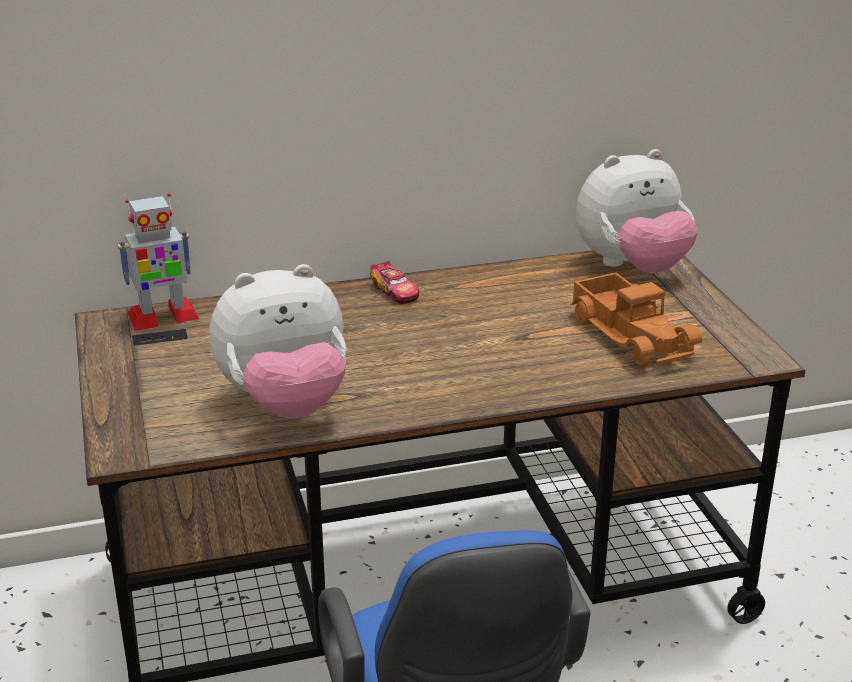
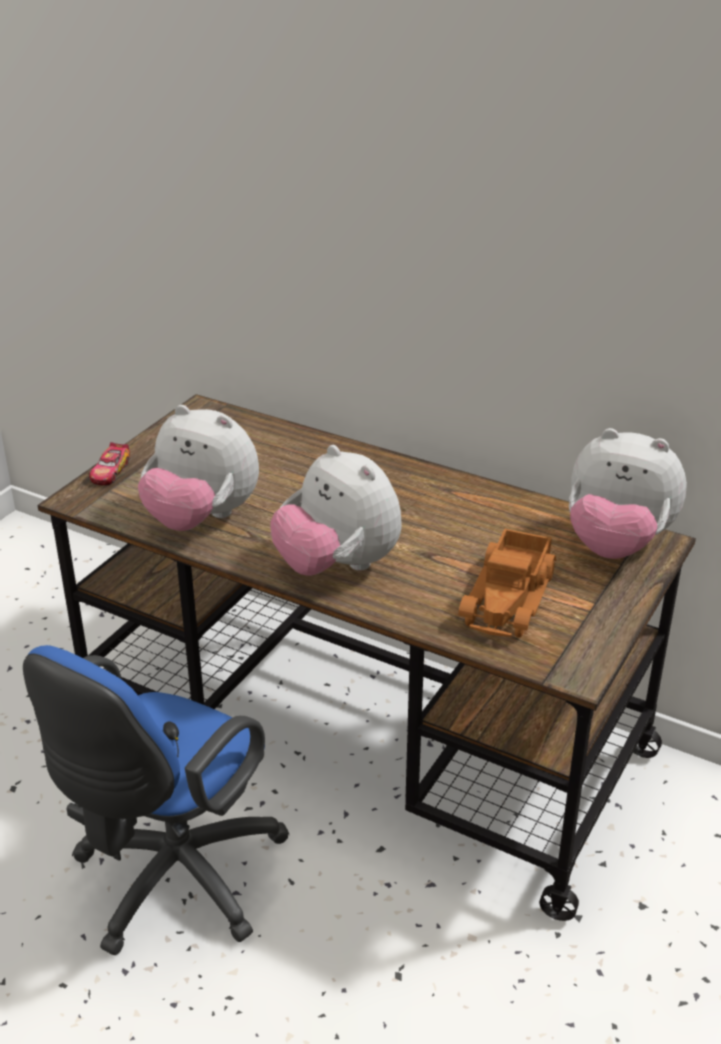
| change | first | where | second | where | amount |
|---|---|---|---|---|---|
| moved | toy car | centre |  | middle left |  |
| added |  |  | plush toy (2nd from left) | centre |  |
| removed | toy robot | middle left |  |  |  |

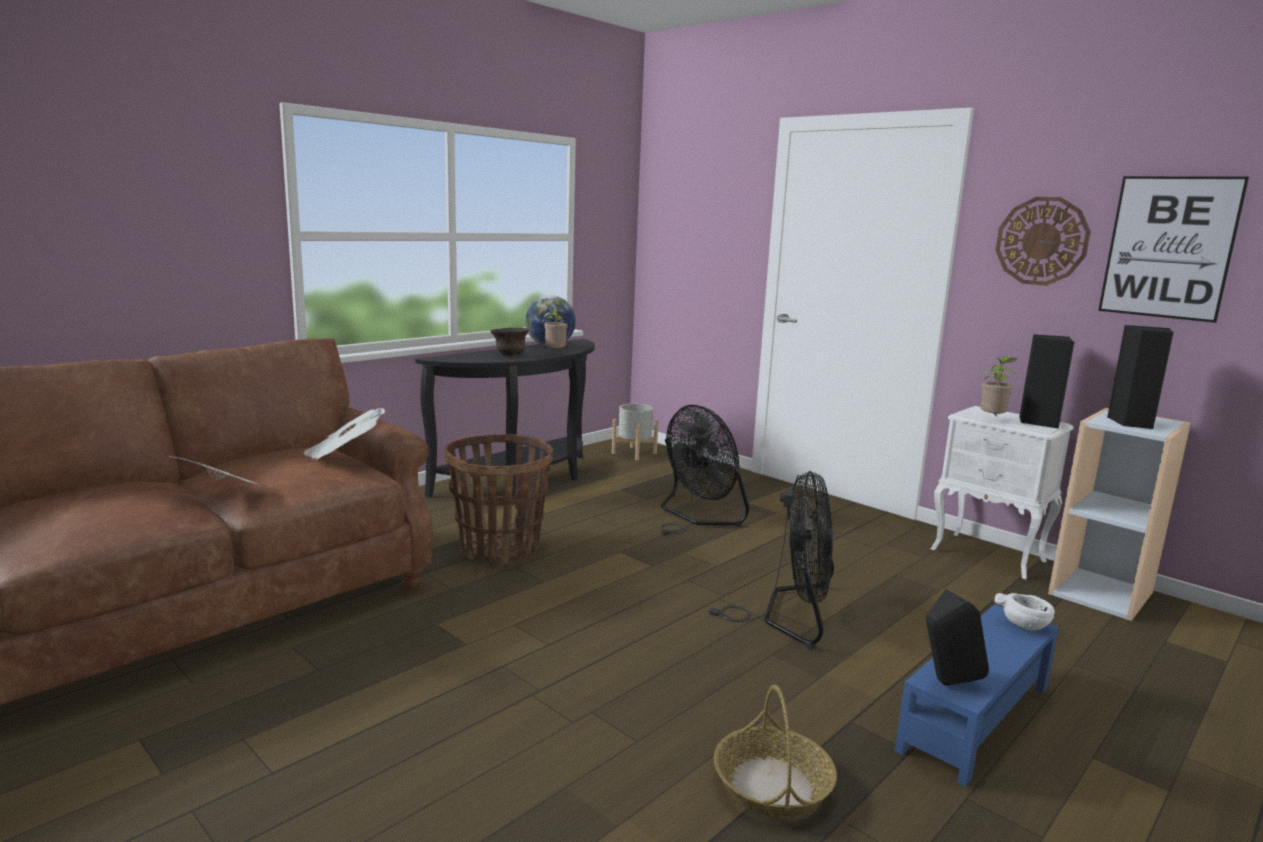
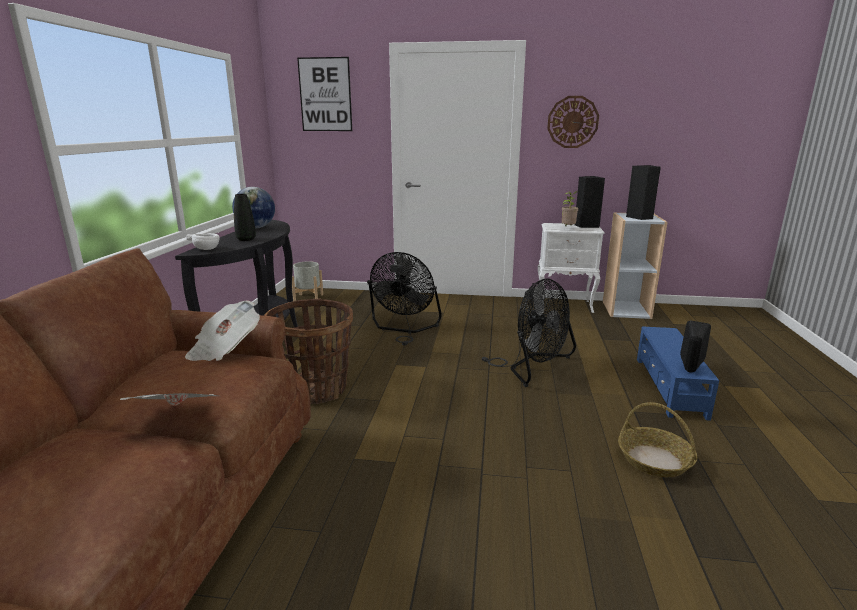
| change | first | where | second | where | amount |
|---|---|---|---|---|---|
| moved | white bowl | bottom right |  | middle left |  |
| replaced | brown bowl | centre | black vase | middle left |  |
| moved | picture | top right |  | top centre |  |
| turned | black fan (2nd from left) | centre |  | centre | 60 degrees clockwise |
| removed | potted plant (1st from left) | centre |  |  |  |

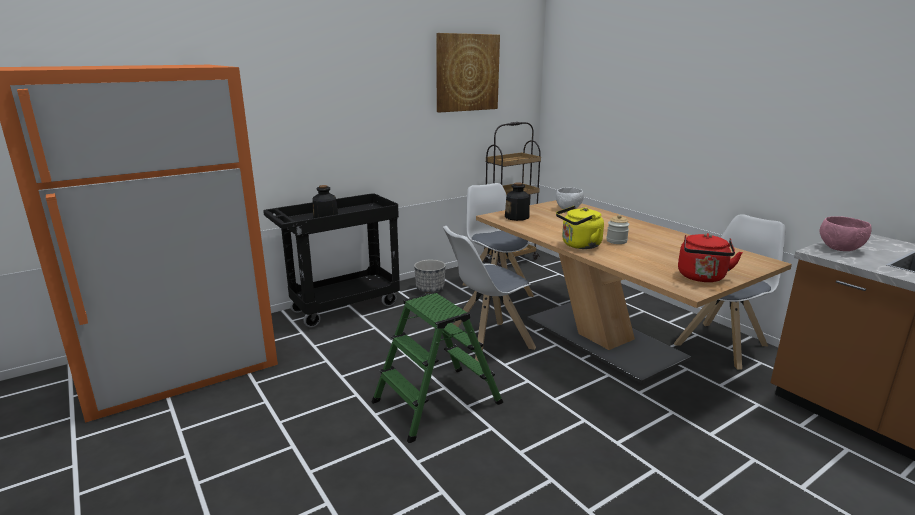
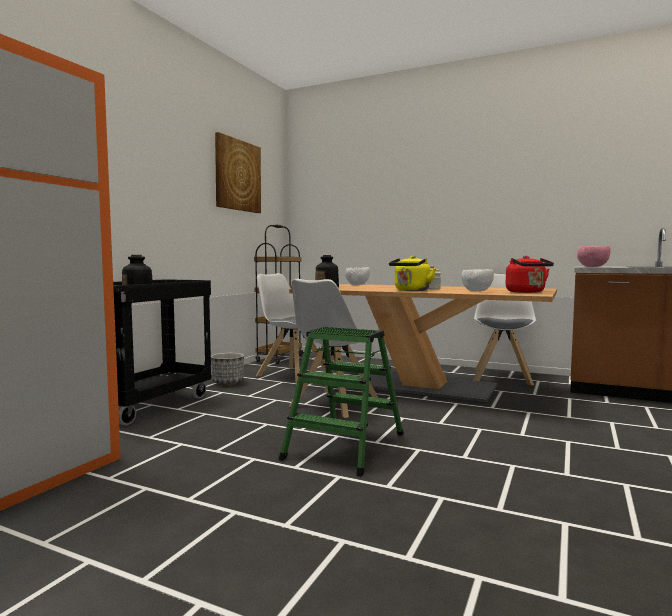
| change | first | where | second | where | amount |
|---|---|---|---|---|---|
| added |  |  | white bowl (2nd from left) | middle right |  |

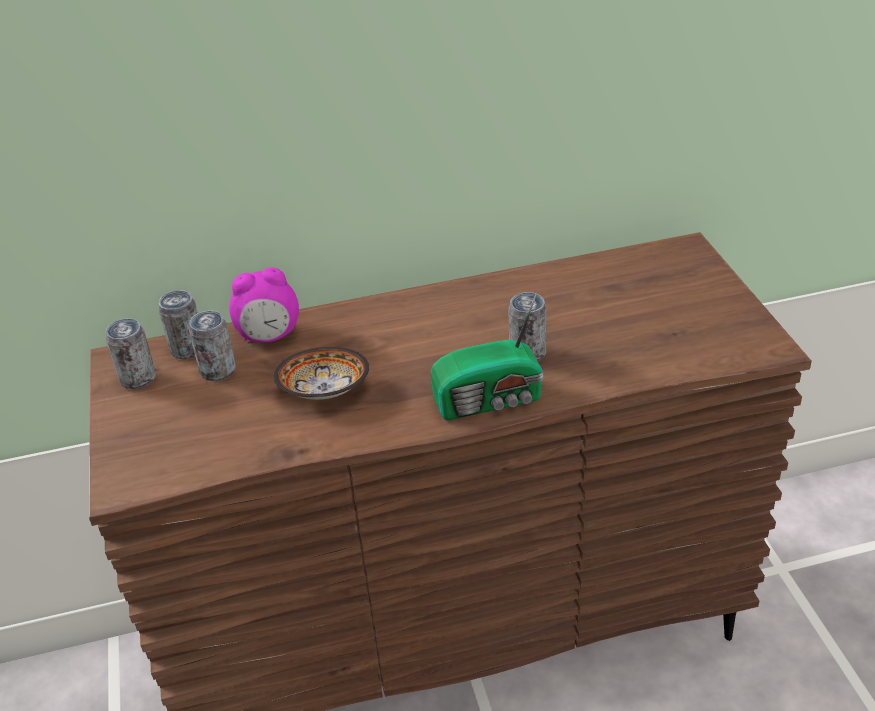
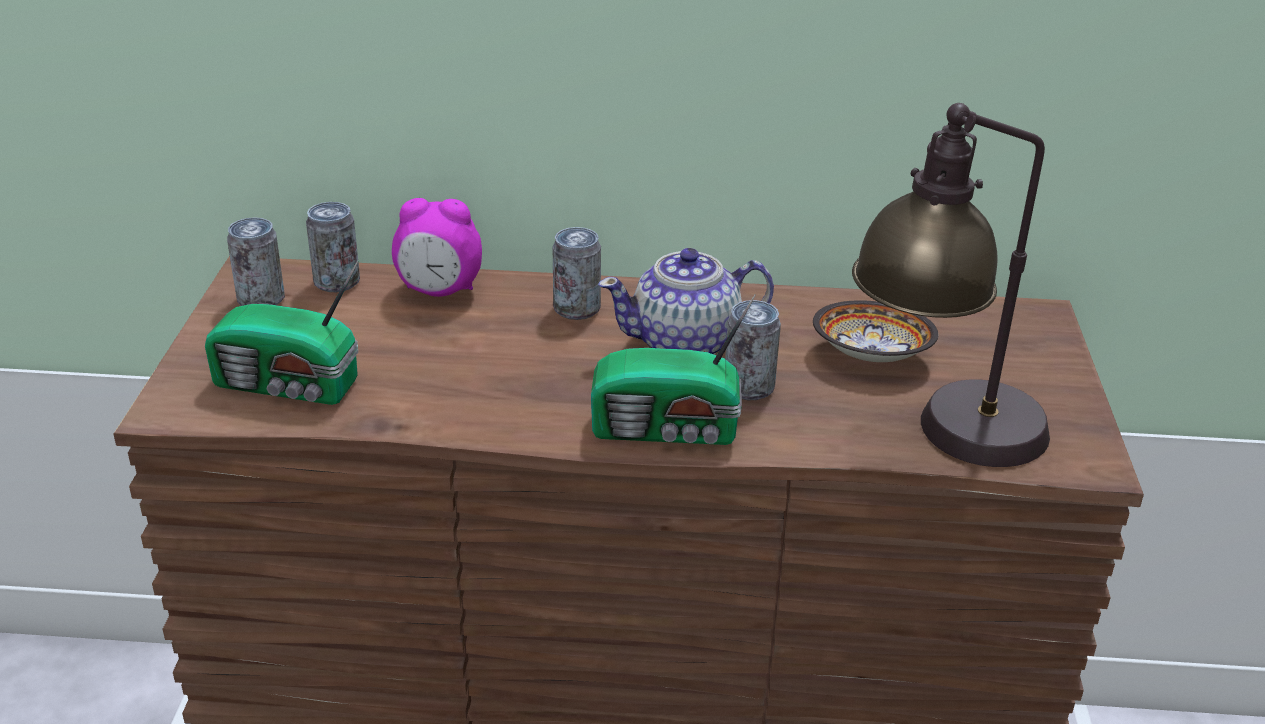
| change | first | where | second | where | amount |
|---|---|---|---|---|---|
| added |  |  | radio (1st from left) | middle left |  |
| moved | can (3rd from left) | middle left |  | centre |  |
| added |  |  | teapot | centre |  |
| moved | bowl | centre |  | middle right |  |
| added |  |  | table lamp | middle right |  |

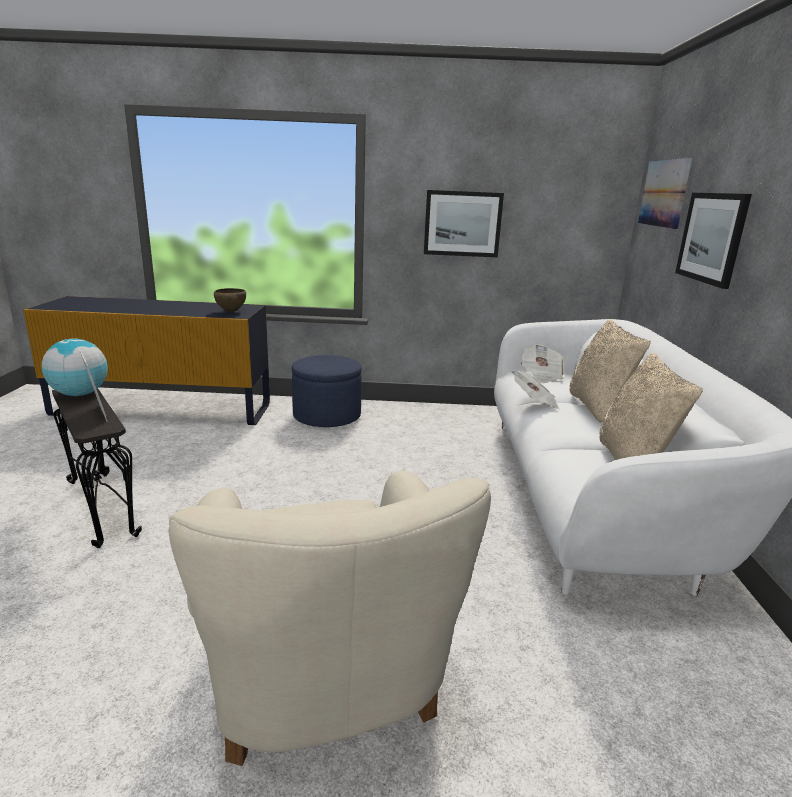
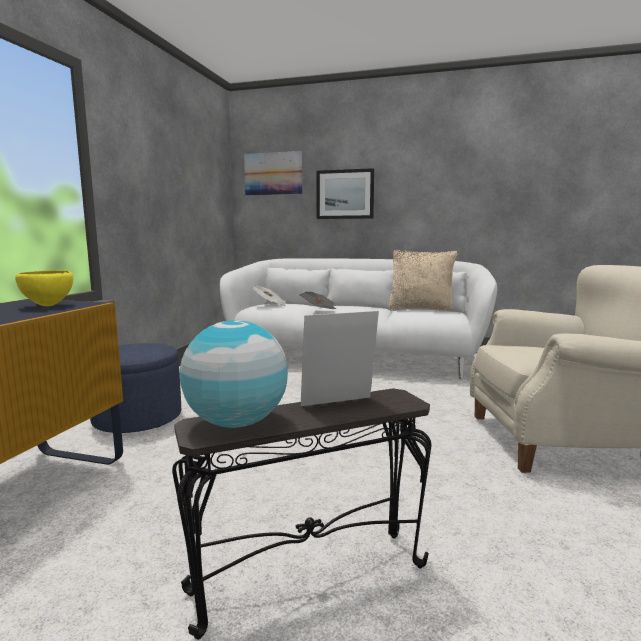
| change | first | where | second | where | amount |
|---|---|---|---|---|---|
| recoloured | brown bowl | middle left | yellow bowl | middle left |  |
| removed | picture (1st from left) | top centre |  |  |  |
| removed | beige pillow (1st from left) | middle right |  |  |  |

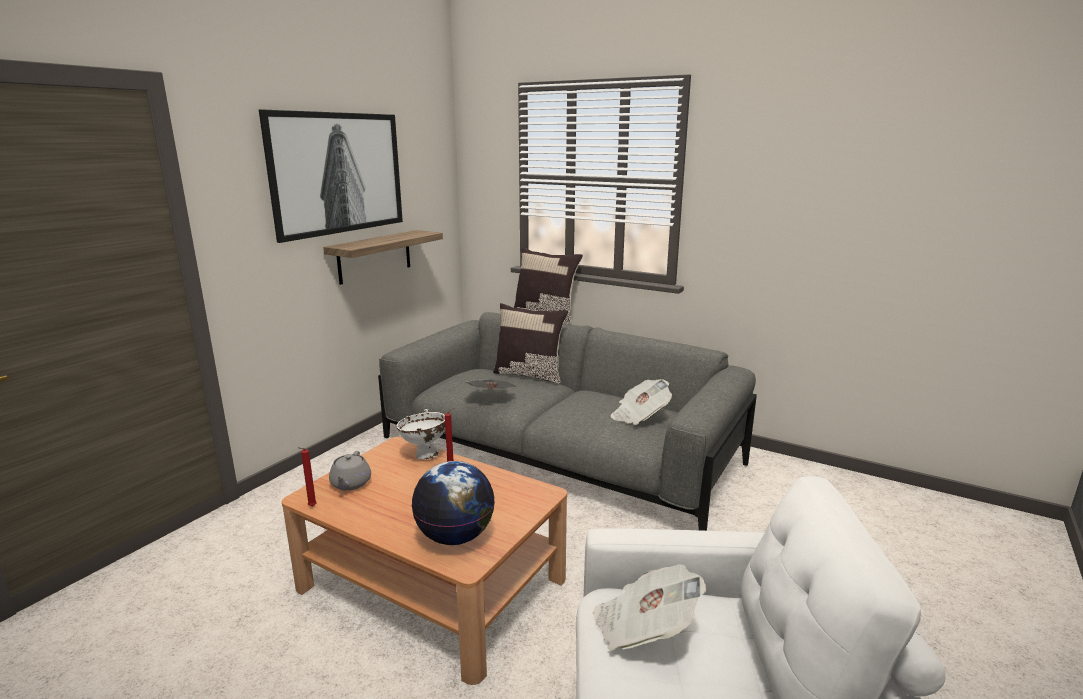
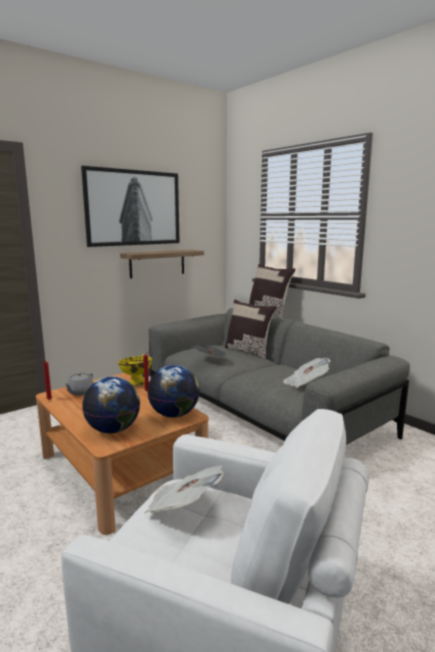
| change | first | where | second | where | amount |
|---|---|---|---|---|---|
| recoloured | white bowl | centre | yellow bowl | middle left |  |
| added |  |  | globe (2nd from left) | centre |  |

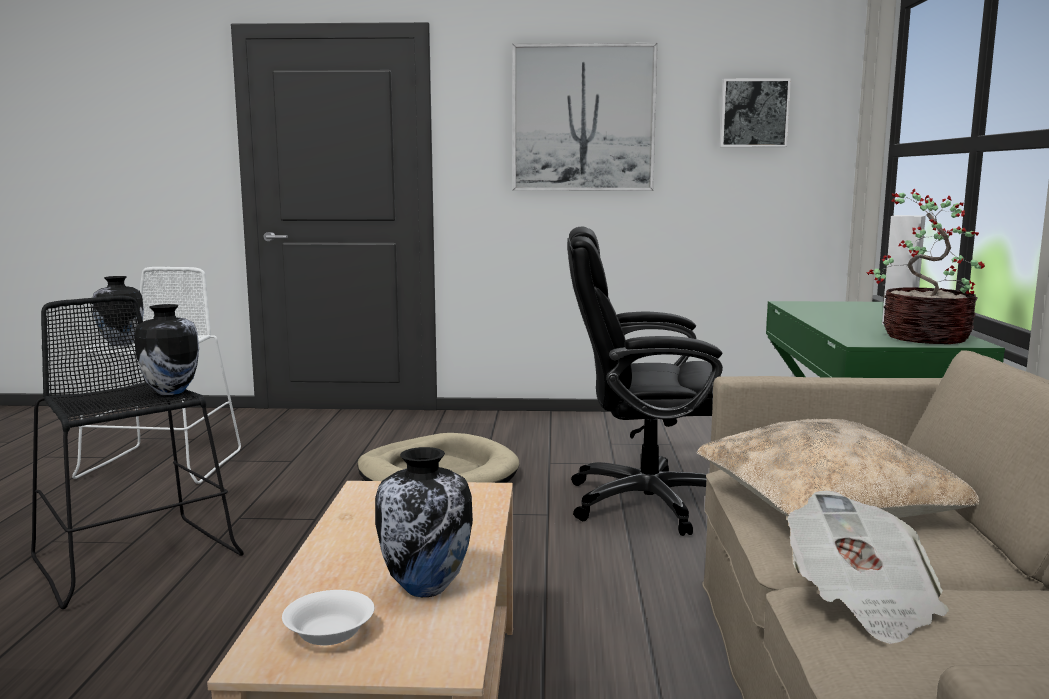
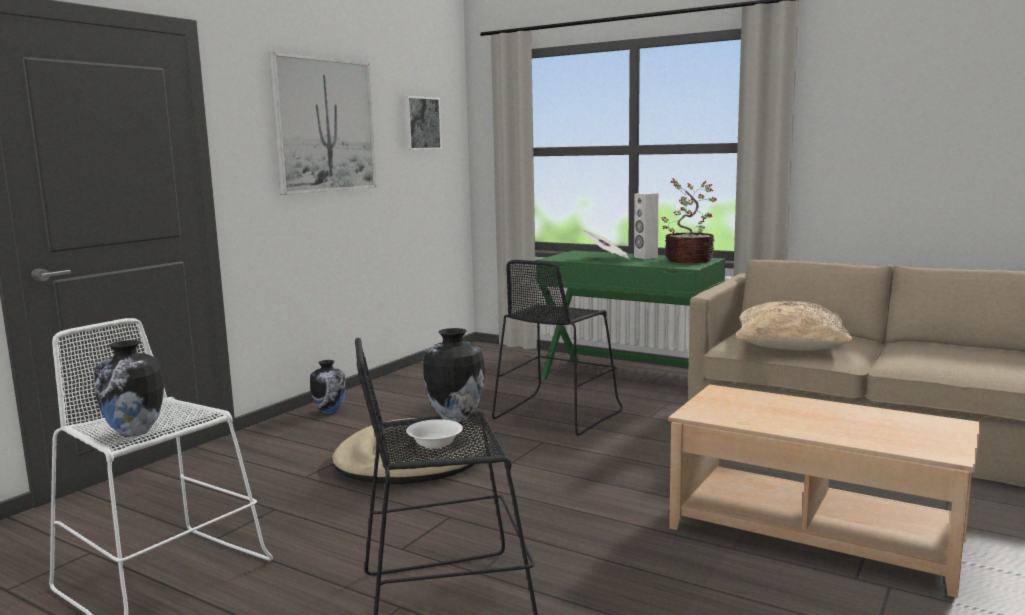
| change | first | where | second | where | amount |
|---|---|---|---|---|---|
| moved | vase (3rd from left in the first image) | bottom centre | vase (2nd from left) | middle left |  |
| moved | white bowl | bottom left |  | bottom centre |  |
| replaced | black office chair | centre | black stool (2nd from left) | centre |  |
| moved | newspaper | bottom right |  | centre |  |

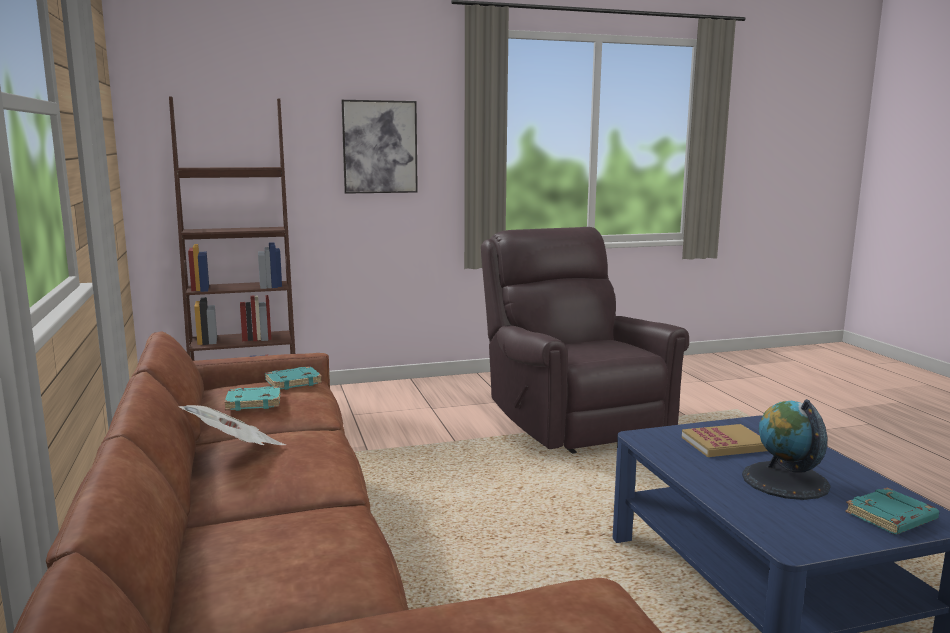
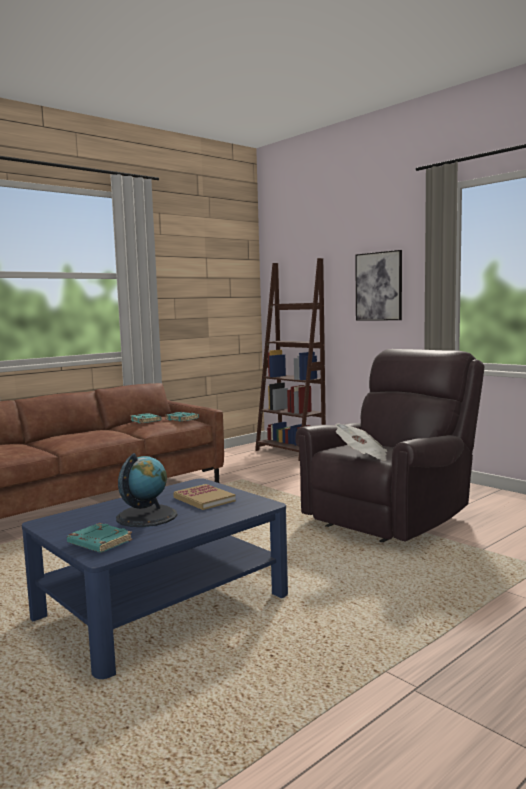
| change | first | where | second | where | amount |
|---|---|---|---|---|---|
| moved | newspaper | bottom left |  | middle right |  |

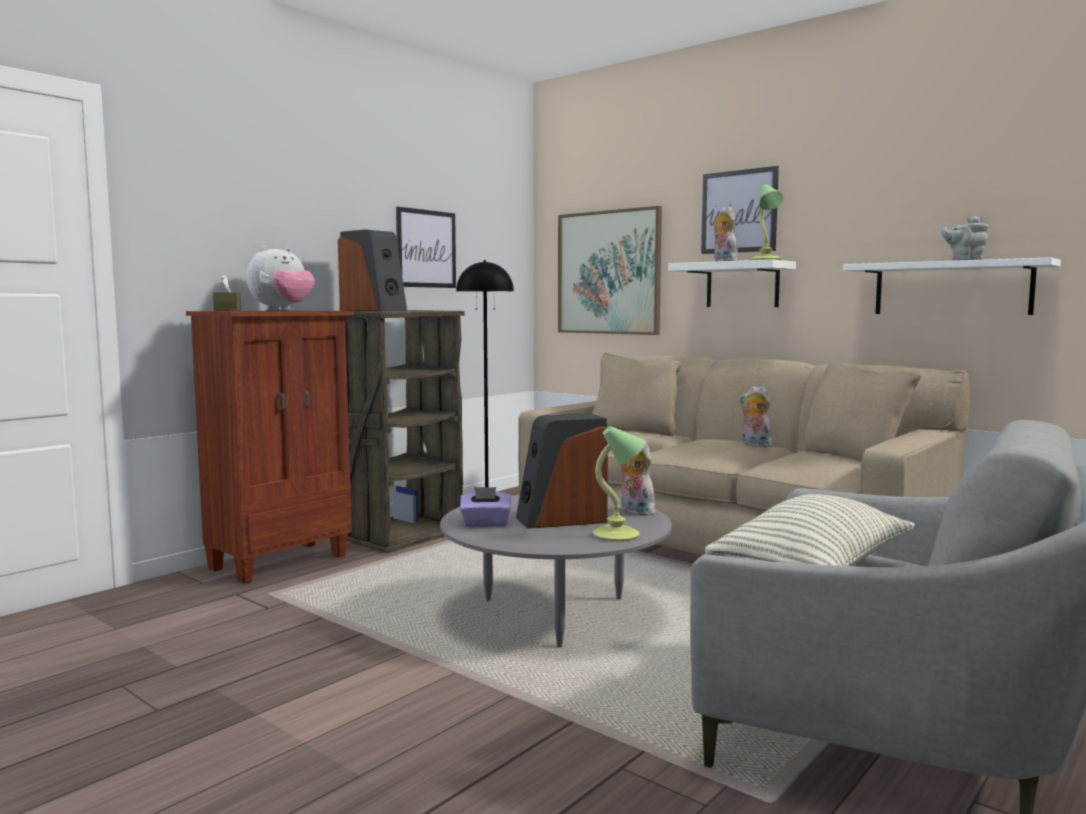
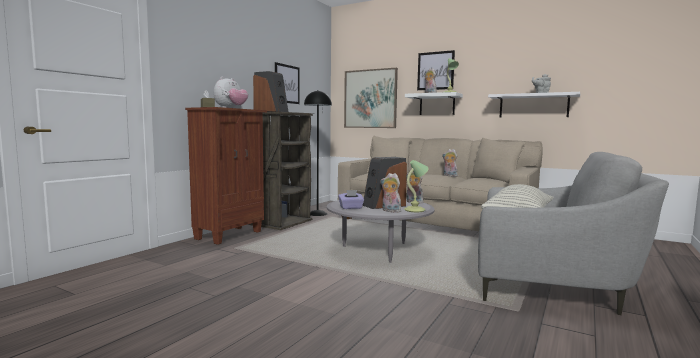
| change | first | where | second | where | amount |
|---|---|---|---|---|---|
| added |  |  | plush toy (2nd from left) | centre |  |

